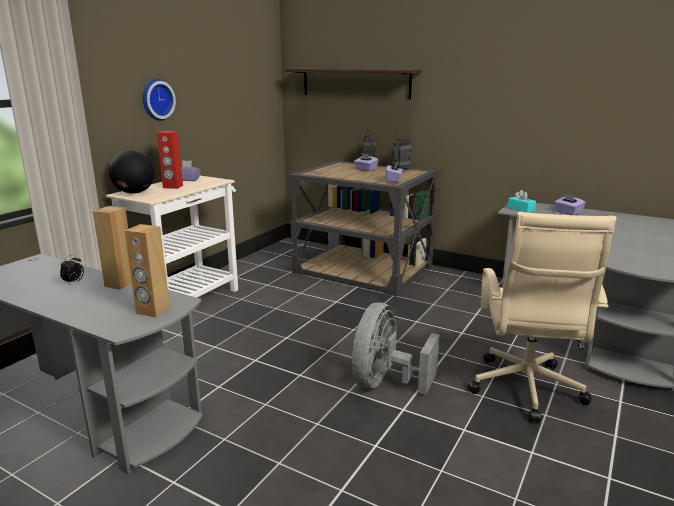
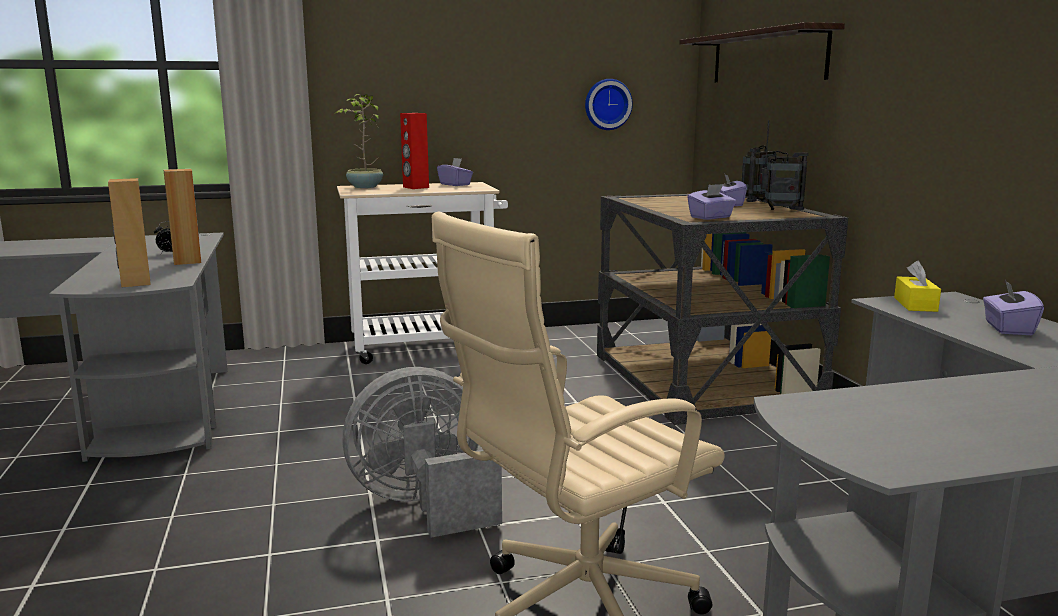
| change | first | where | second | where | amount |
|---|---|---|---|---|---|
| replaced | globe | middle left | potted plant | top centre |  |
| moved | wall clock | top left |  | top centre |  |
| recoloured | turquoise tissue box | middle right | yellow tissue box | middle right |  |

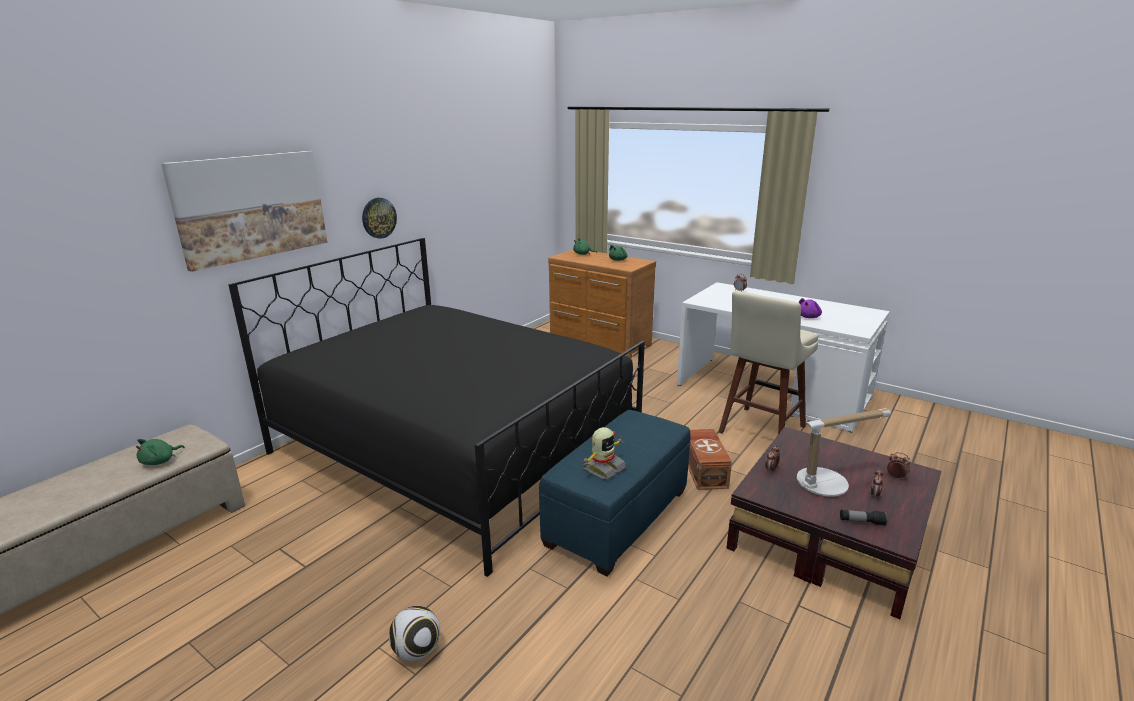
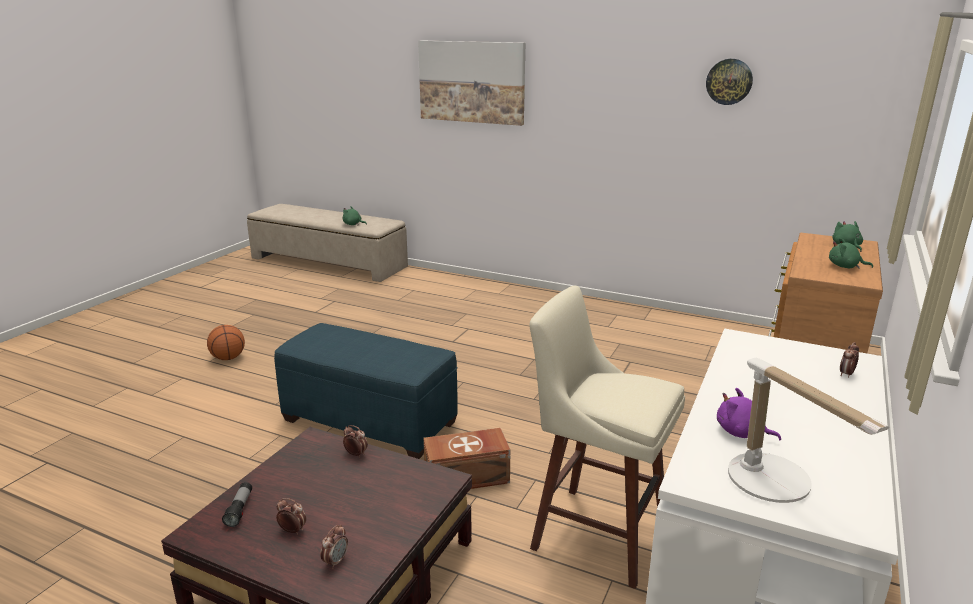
| change | first | where | second | where | amount |
|---|---|---|---|---|---|
| replaced | football | bottom centre | basketball | middle left |  |
| moved | wall clock | top centre |  | top right |  |
| moved | table lamp | middle right |  | bottom right |  |
| removed | black bed | centre |  |  |  |
| removed | toy robot | centre |  |  |  |

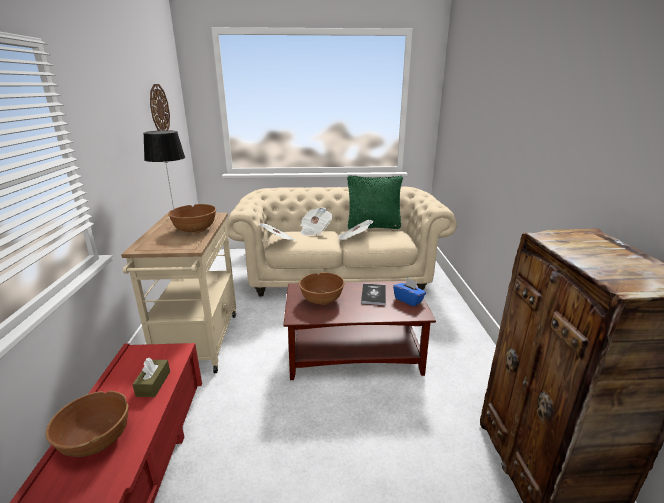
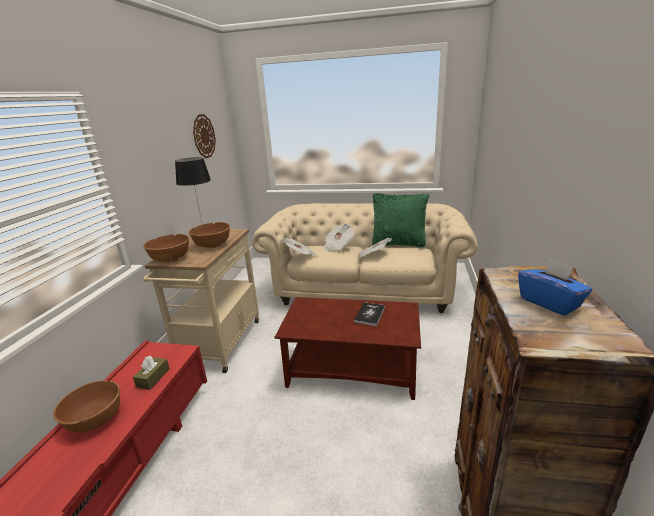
| change | first | where | second | where | amount |
|---|---|---|---|---|---|
| moved | brown bowl (3rd from left in the first image) | centre | brown bowl (2nd from left) | middle left |  |
| moved | blue tissue box | centre |  | middle right |  |

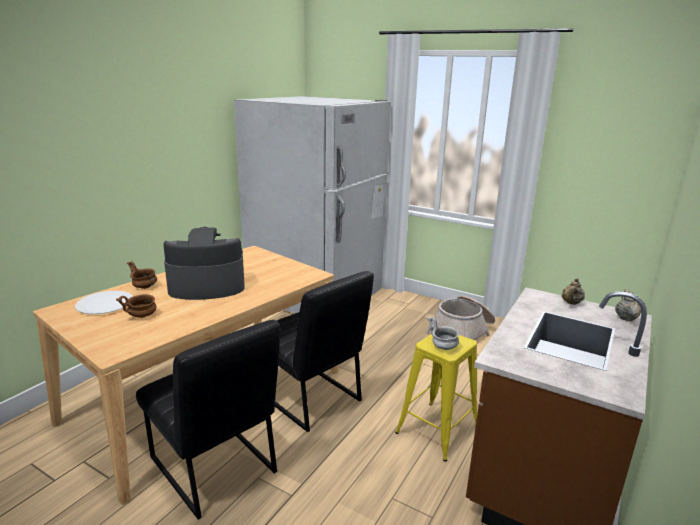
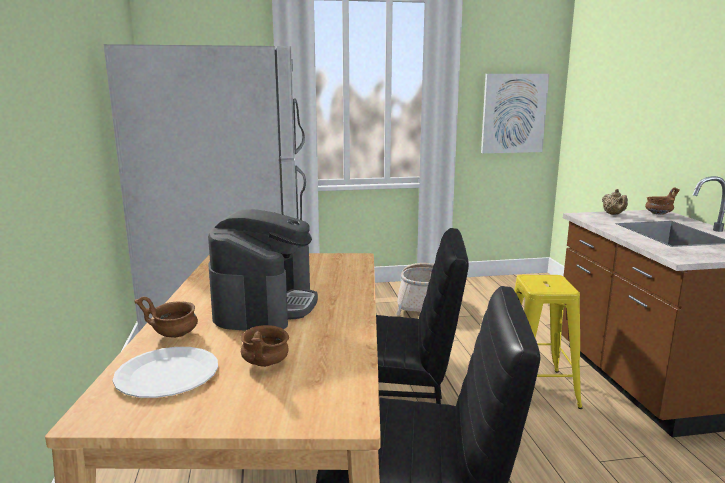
| change | first | where | second | where | amount |
|---|---|---|---|---|---|
| turned | coffee machine | middle left |  | centre | 150 degrees clockwise |
| added |  |  | picture | top right |  |
| replaced | beige teapot (2nd from left) | middle right | brown bowl (3rd from left) | middle right |  |
| removed | grey bowl | centre |  |  |  |

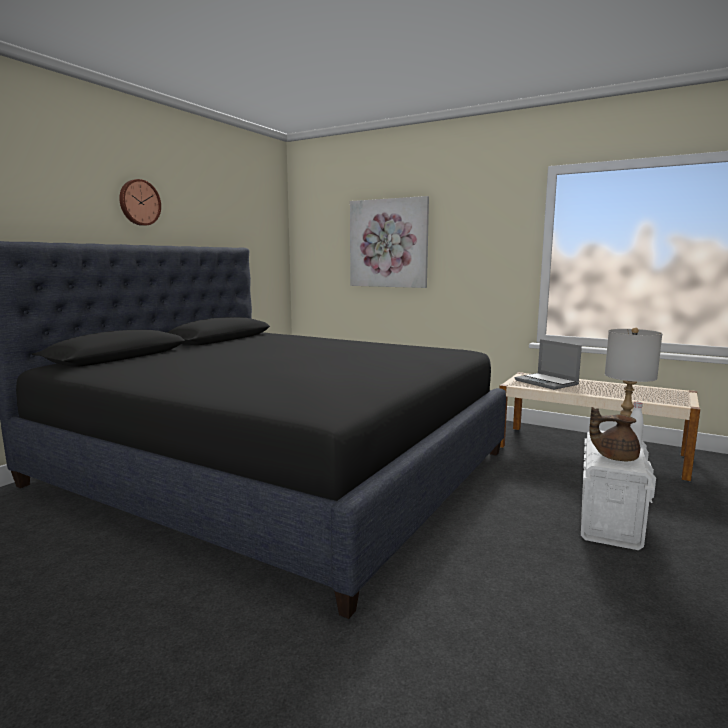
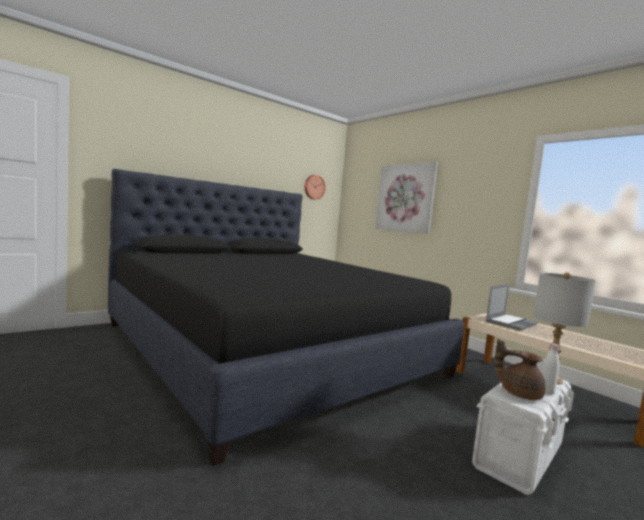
| change | first | where | second | where | amount |
|---|---|---|---|---|---|
| moved | wall clock | top left |  | centre |  |
| turned | laptop | middle right |  | middle right | 120 degrees counterclockwise |

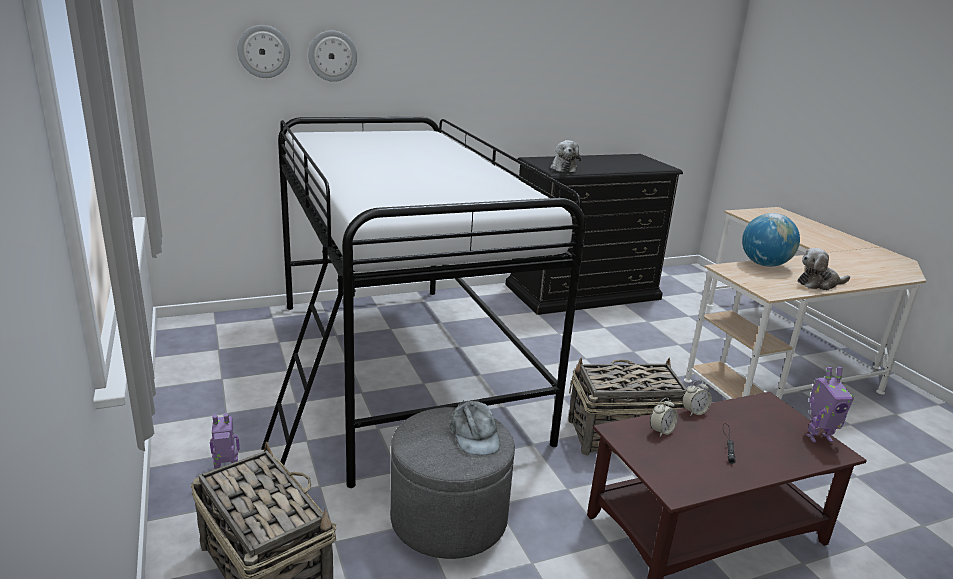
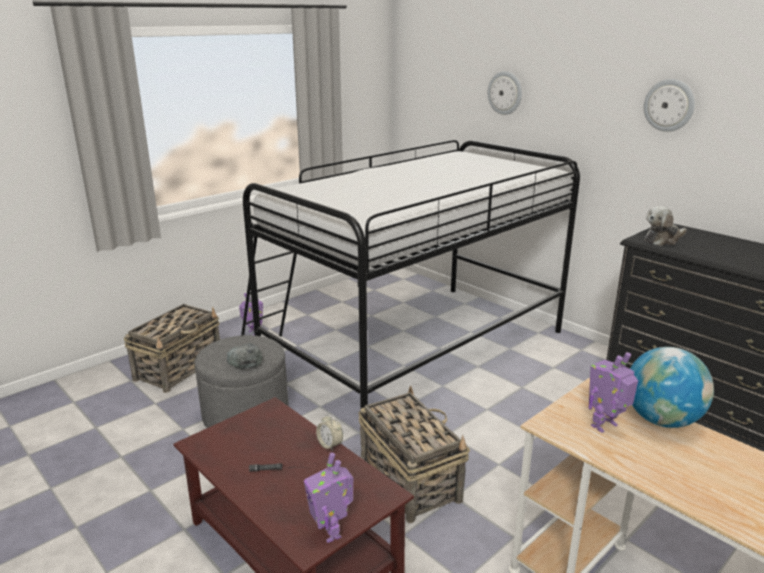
| change | first | where | second | where | amount |
|---|---|---|---|---|---|
| turned | grey cap | bottom centre |  | middle left | 105 degrees clockwise |
| added |  |  | toy robot (3rd from left) | bottom right |  |
| moved | wall clock (1st from left in the first image) | top left | wall clock (2nd from left) | top right |  |
| removed | alarm clock (1st from left) | bottom right |  |  |  |
| removed | plush toy (2nd from left) | middle right |  |  |  |

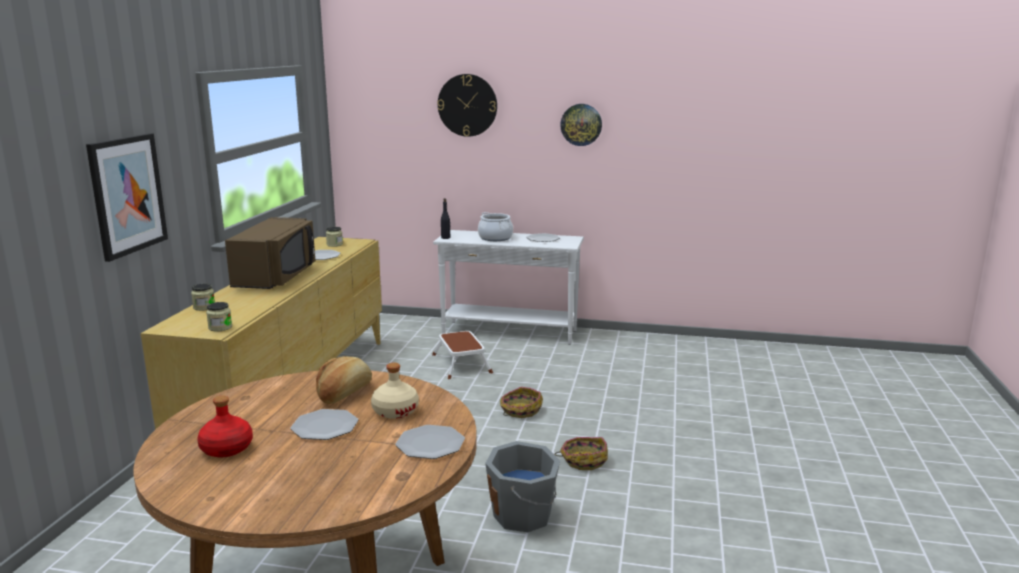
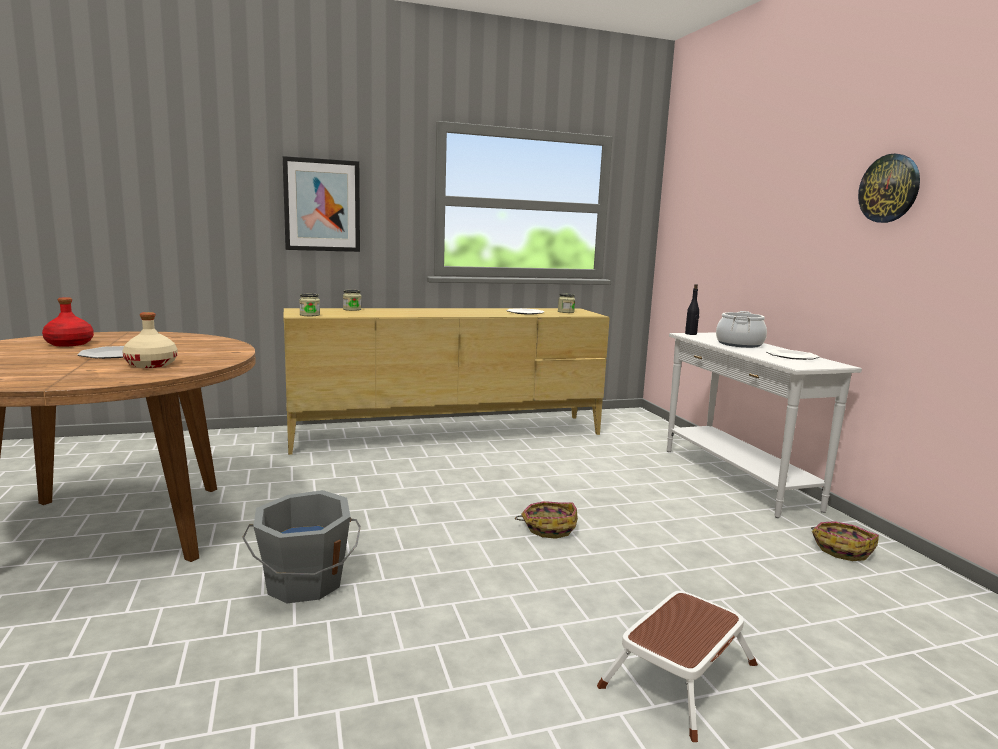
| change | first | where | second | where | amount |
|---|---|---|---|---|---|
| moved | brown step ladder | centre |  | bottom right |  |
| moved | basket (2nd from left) | bottom centre |  | bottom right |  |
| removed | brown microwave | middle left |  |  |  |
| removed | bread | centre |  |  |  |
| removed | plate (3rd from left) | bottom centre |  |  |  |
| removed | wall clock (1st from left) | top centre |  |  |  |

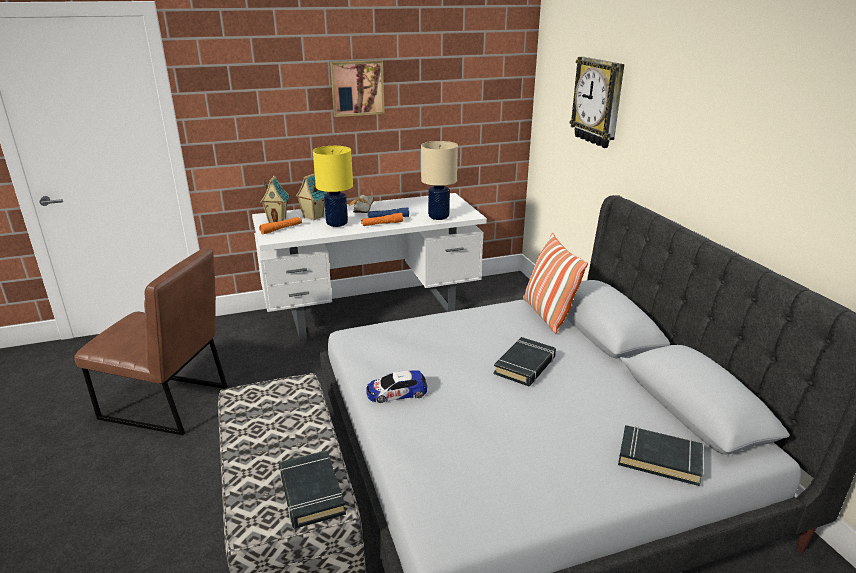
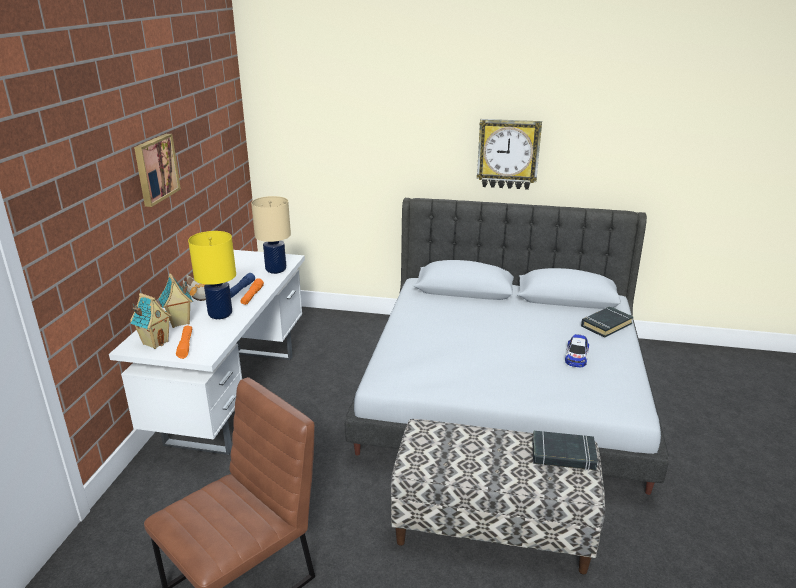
| change | first | where | second | where | amount |
|---|---|---|---|---|---|
| moved | wall clock | top right |  | top centre |  |
| moved | toy car | bottom centre |  | middle right |  |
| removed | black book (2nd from left) | centre |  |  |  |
| removed | pillow | centre |  |  |  |

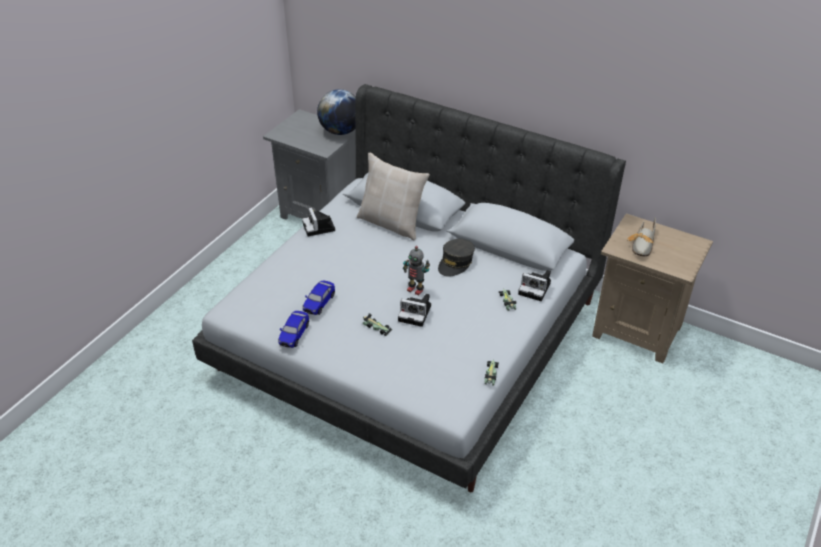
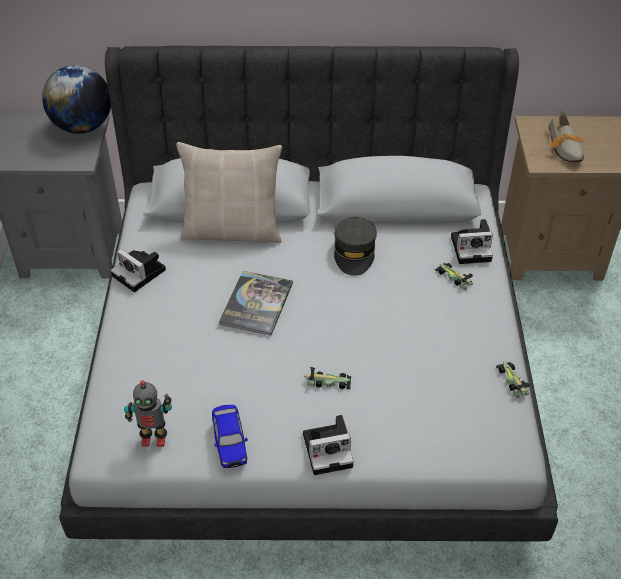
| change | first | where | second | where | amount |
|---|---|---|---|---|---|
| moved | toy robot | centre |  | bottom left |  |
| added |  |  | book | centre |  |
| moved | photo camera (2nd from left) | centre |  | bottom centre |  |
| removed | toy car (2nd from left) | centre |  |  |  |

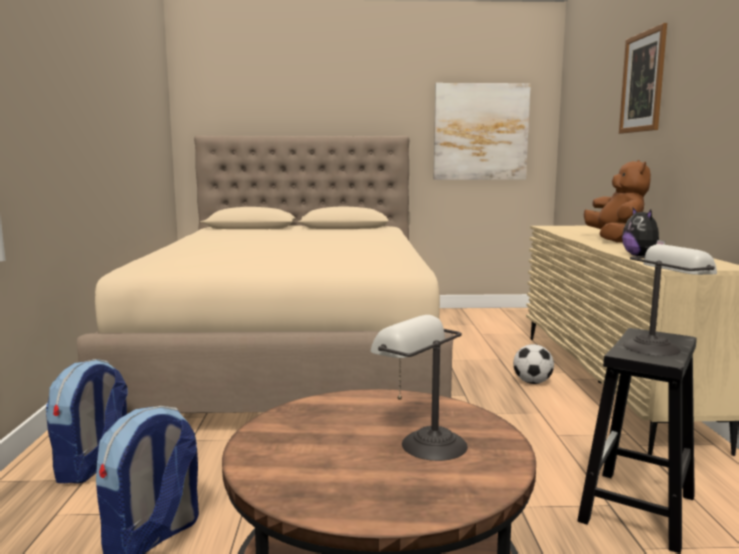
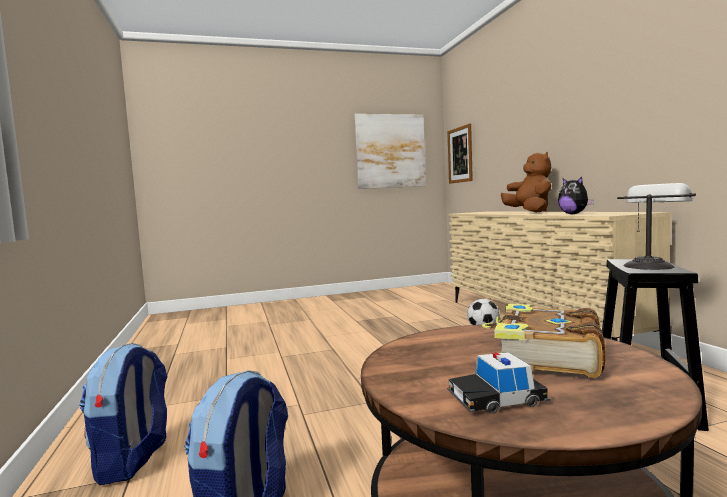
| change | first | where | second | where | amount |
|---|---|---|---|---|---|
| moved | picture (2nd from left) | top right |  | top centre |  |
| added |  |  | toy car | bottom right |  |
| replaced | table lamp (1st from left) | bottom centre | book | bottom right |  |
| removed | beige bed | centre |  |  |  |

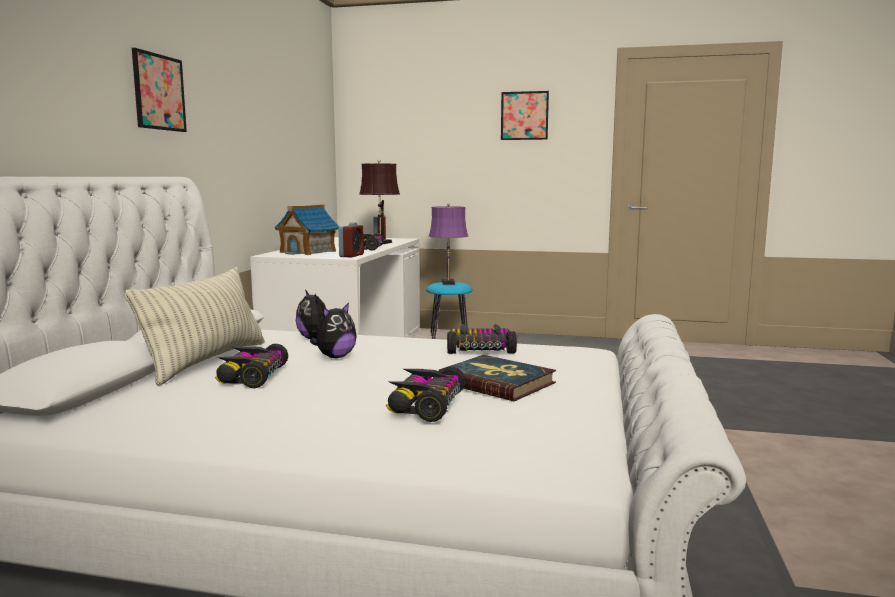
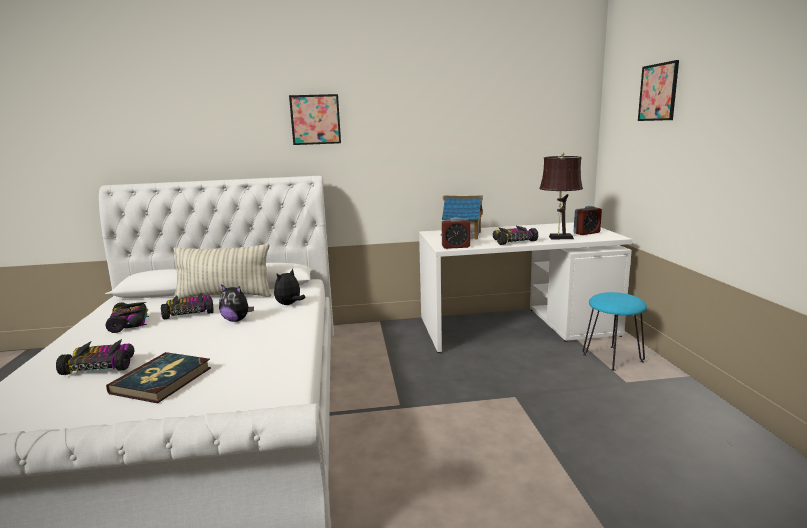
| change | first | where | second | where | amount |
|---|---|---|---|---|---|
| moved | toy car (4th from left in the first image) | centre | toy car (2nd from left) | middle left |  |
| moved | picture (2nd from left) | top centre |  | top right |  |
| removed | purple table lamp | centre |  |  |  |

